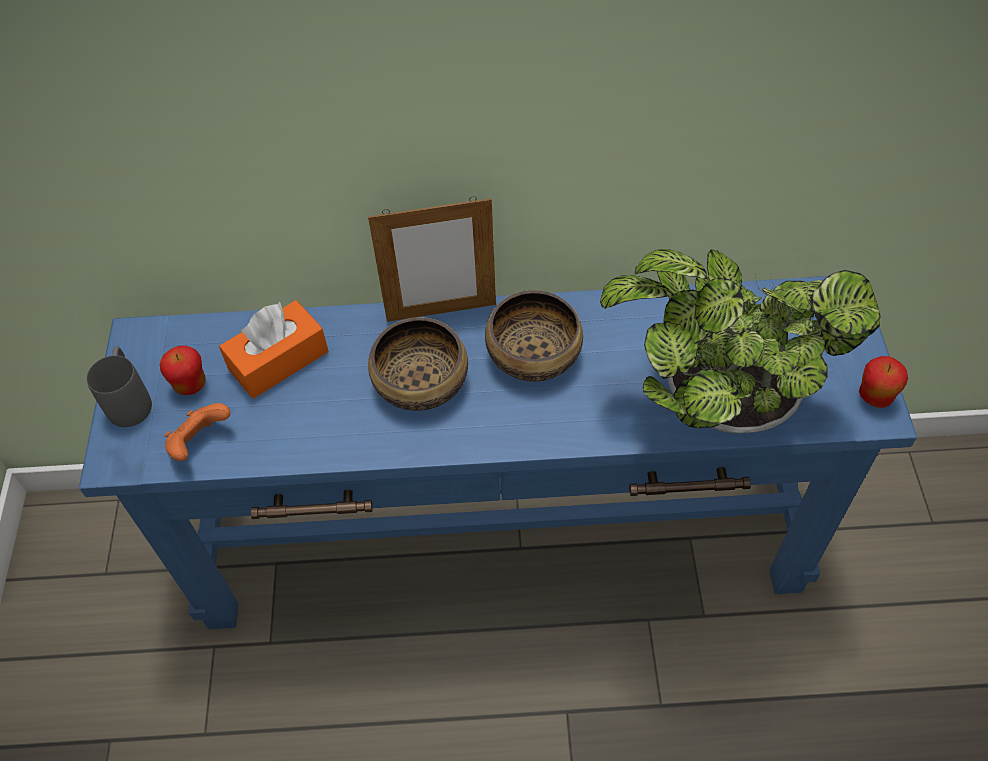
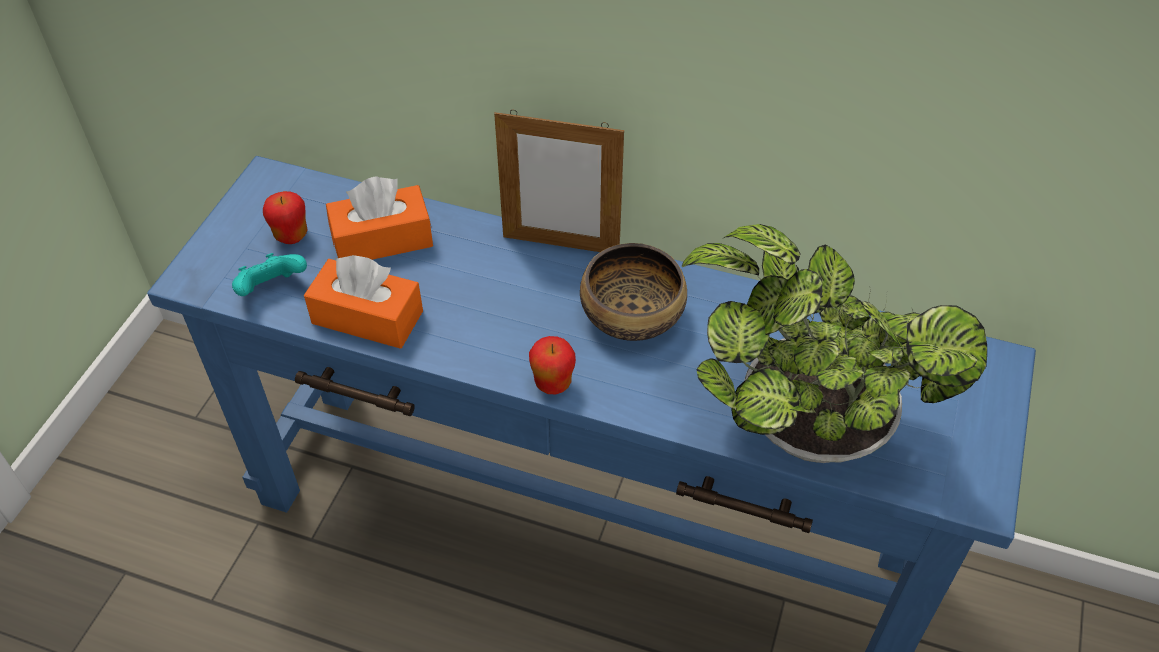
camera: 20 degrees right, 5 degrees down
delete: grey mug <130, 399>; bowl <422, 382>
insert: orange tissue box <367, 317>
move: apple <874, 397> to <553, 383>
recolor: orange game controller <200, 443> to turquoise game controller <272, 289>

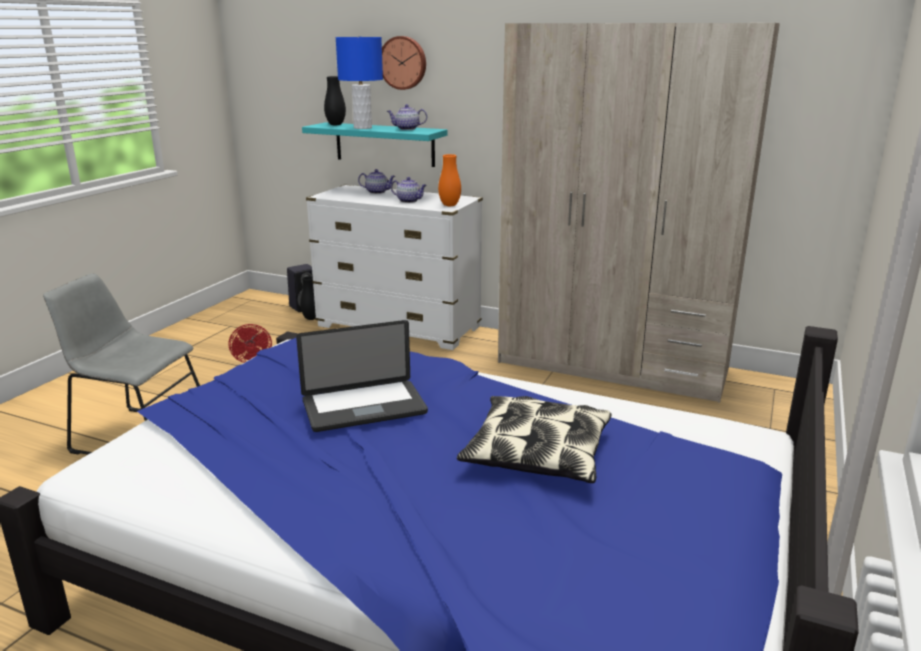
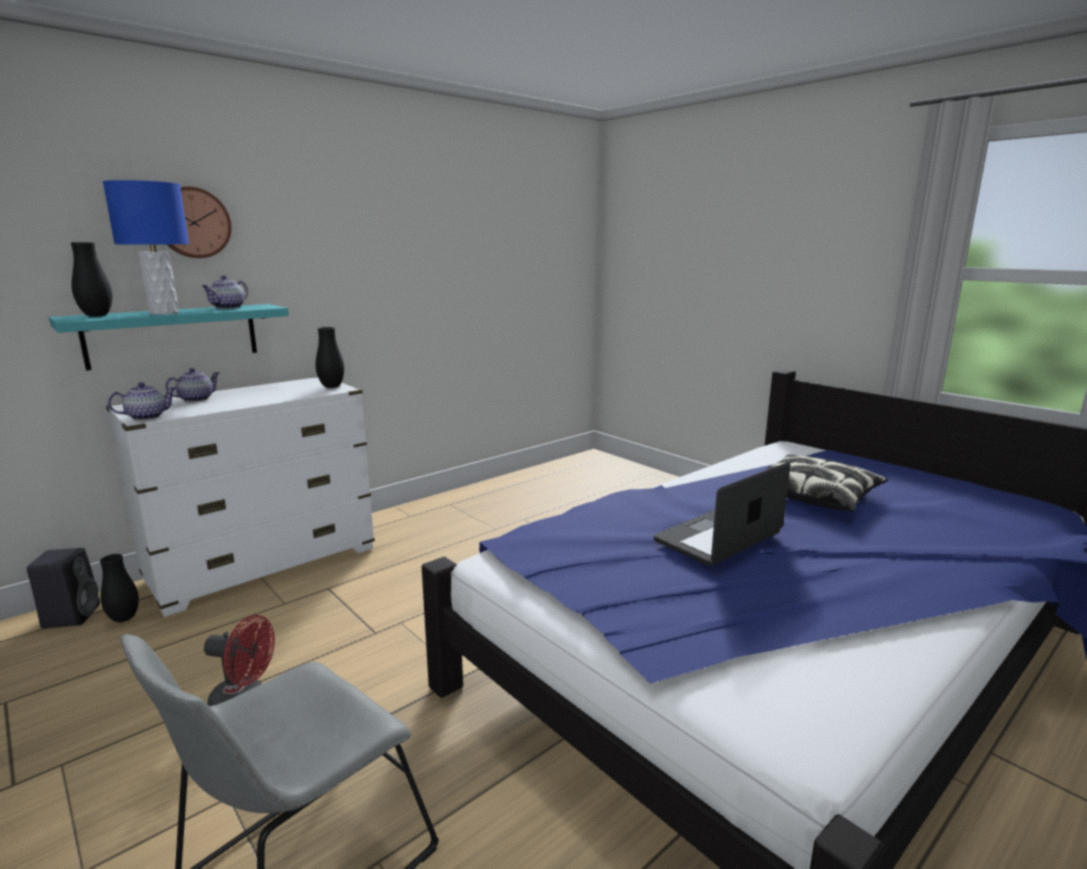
camera: 65 degrees left, 5 degrees down
delete: beige wardrobe <612, 365>
move: teapot <409, 201> to <147, 417>
recolor: orange vase <449, 205> to black vase <331, 387>
rotate: laptop <364, 407> = <718, 537> 135 degrees counterclockwise

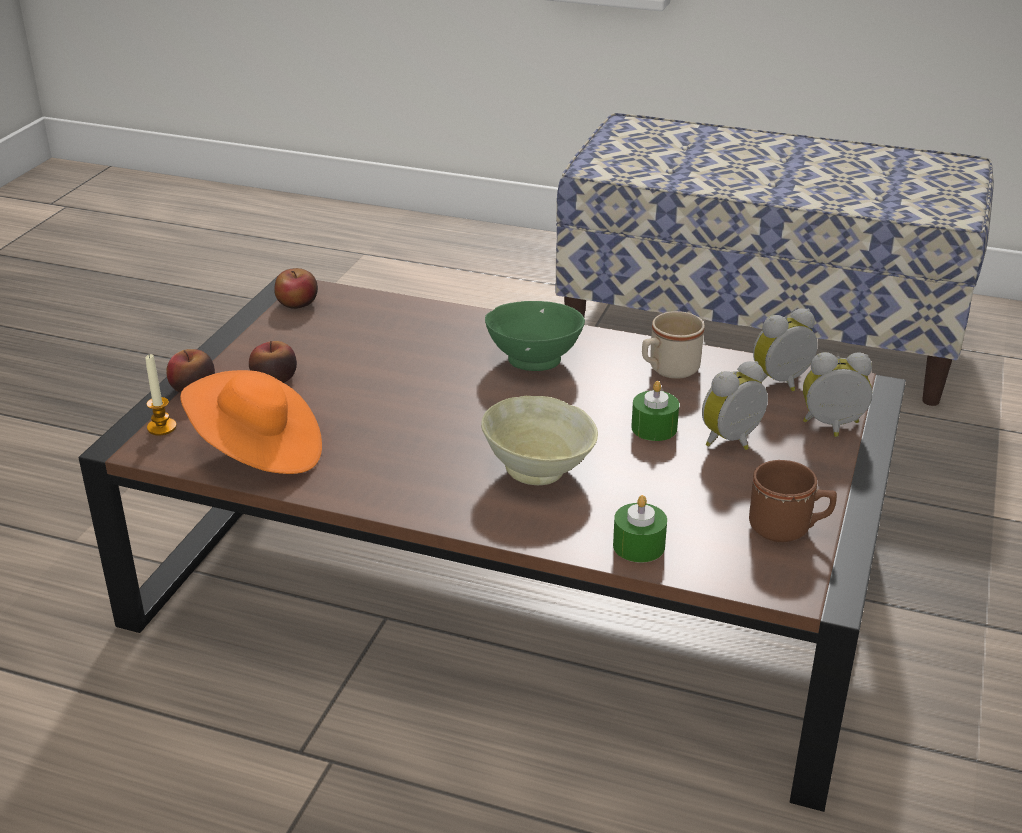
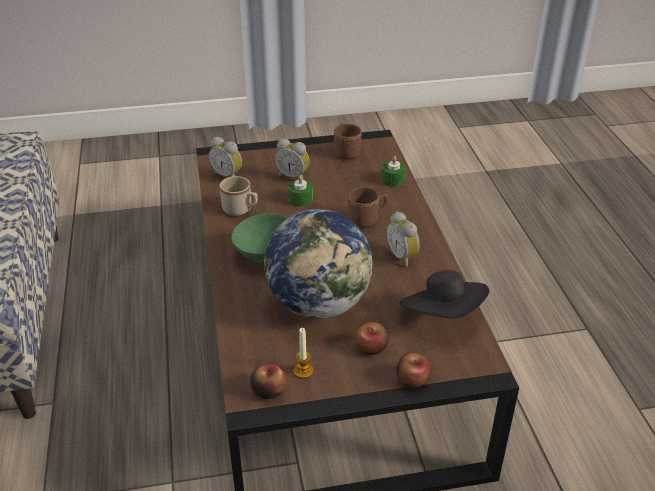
camera: 120 degrees left, 5 degrees up
insert: globe <319, 304>
move: candle <161, 427> to <303, 371>; alarm clock <832, 427> to <403, 256>
replace: beige bowl <539, 471> to brown mug <367, 219>
recolor: orange hat <258, 452> to black hat <443, 314>

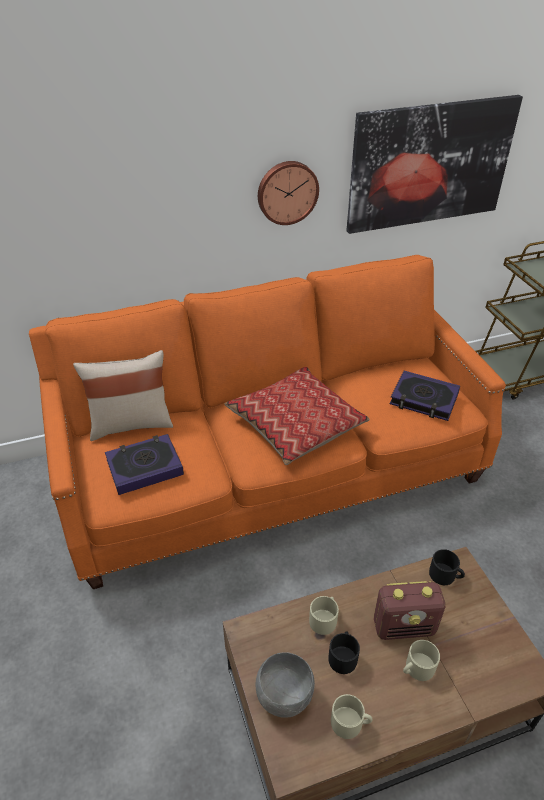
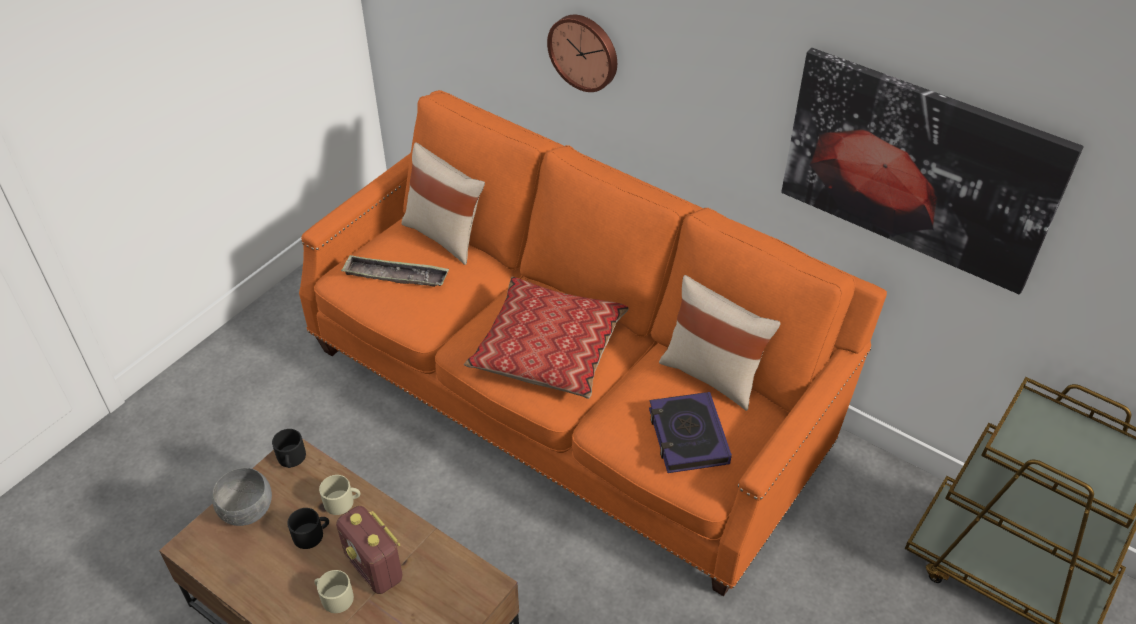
camera: 55 degrees right, 5 degrees up
delete: beige mug <350, 723>
insert: beige pillow <712, 375>
move: wall clock <287, 192> to <584, 51>; black mug <445, 575> to <291, 459>
replace: book <144, 467> to tray <395, 276>

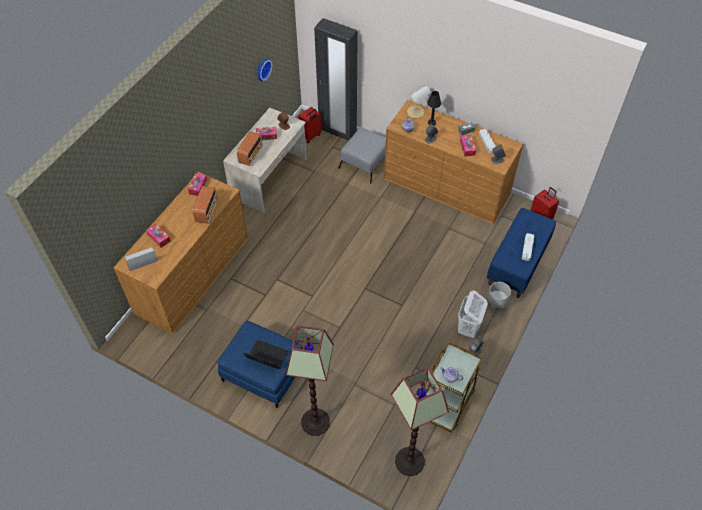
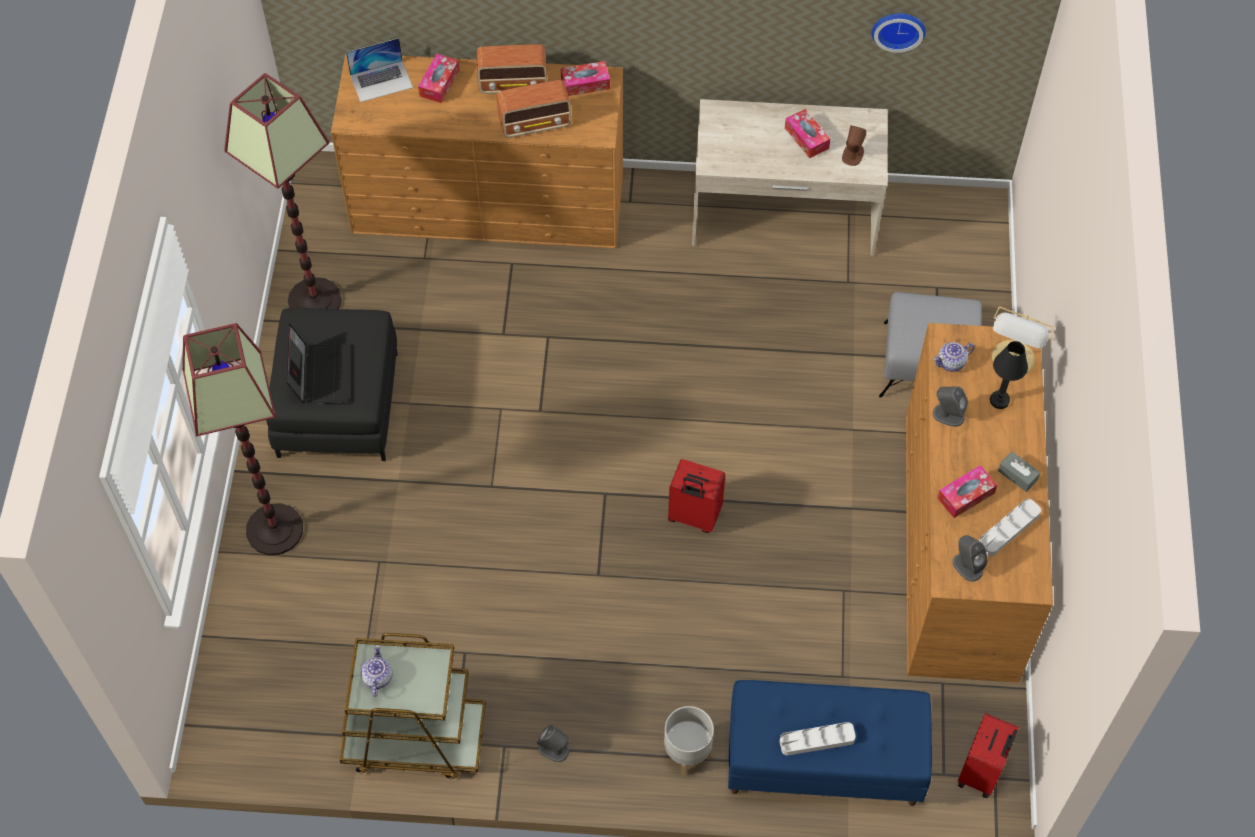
camera: 65 degrees right, 5 degrees up
delete: black wardrobe <337, 131>; white laundry basket <468, 328>
move: radio <251, 155> to <514, 84>; red suitcase <310, 136> to <693, 517>; floor lamp <409, 461> to <315, 300>
recolor: blue ottoman <263, 372> to black ottoman <337, 404>
rotate: laptop <141, 259> = <381, 81> 120 degrees clockwise

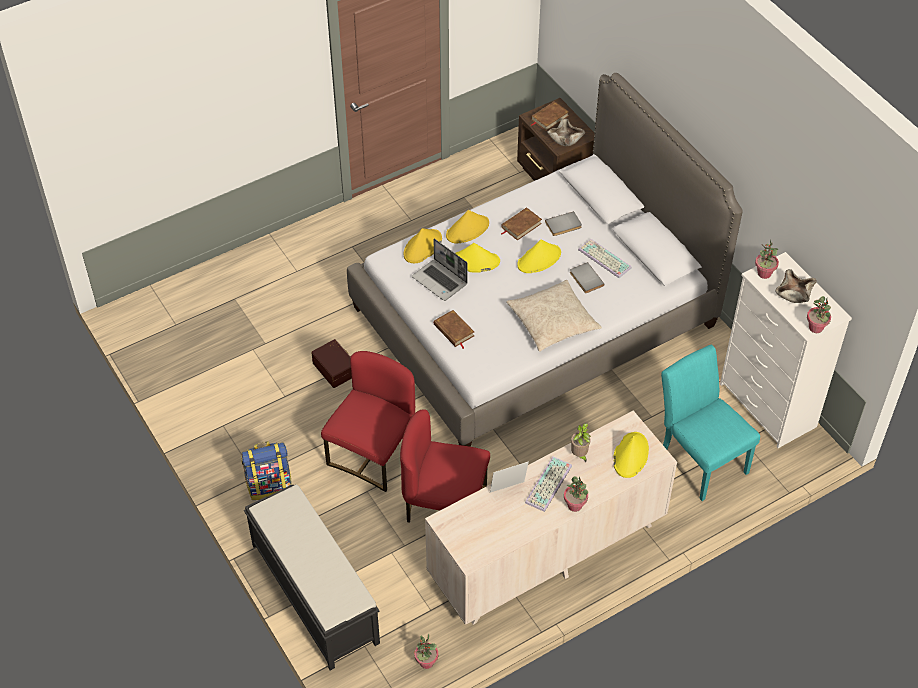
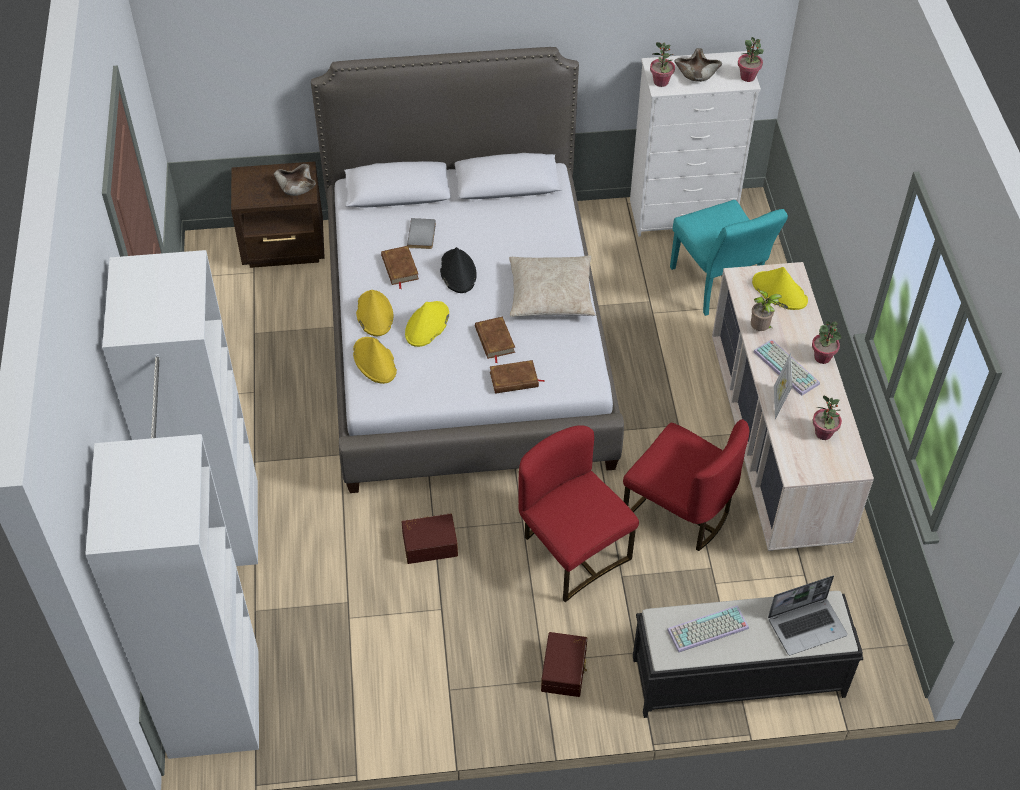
camera: 65 degrees left, 0 degrees up
delete: grey book <585, 279>
insert: white wardrobe <216, 609>
move: laptop <440, 281> to <807, 626>; potted plant <426, 662> to <823, 433>; brown book <549, 118> to <494, 340>; keyboard <603, 259> to <707, 630>
replace: backpack <269, 485> to brown storage box <565, 670>
recolor: yellow hat <539, 259> to black hat <457, 272>
rotate: red chair <445, 507> = <678, 512> 90 degrees counterclockwise; turquoise chair <699, 458> = <718, 287> 105 degrees counterclockwise

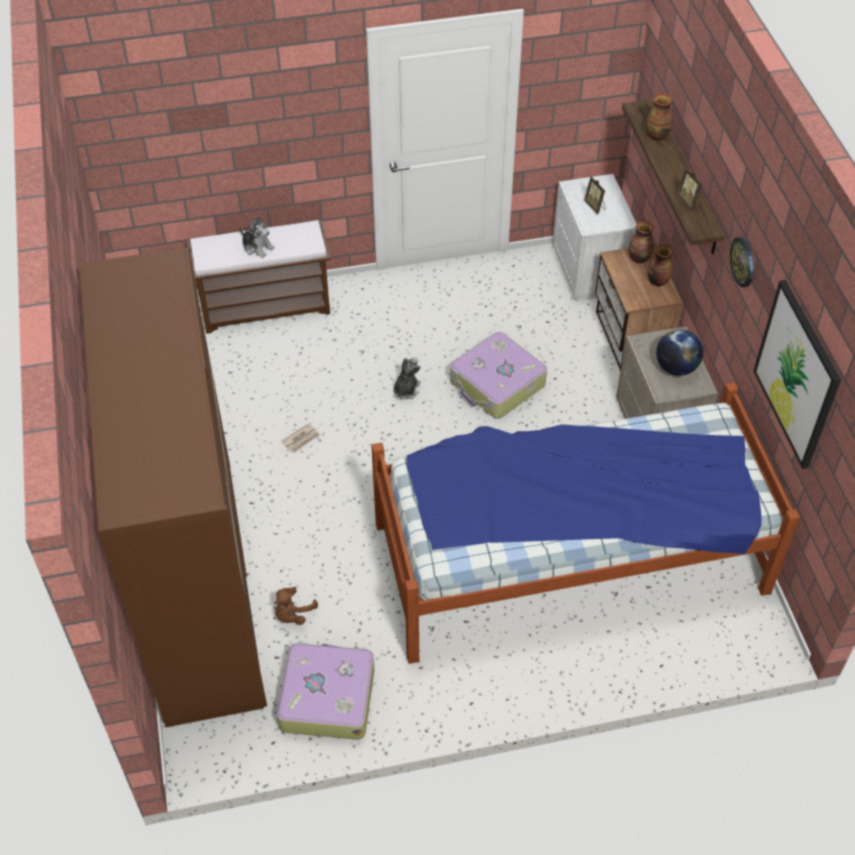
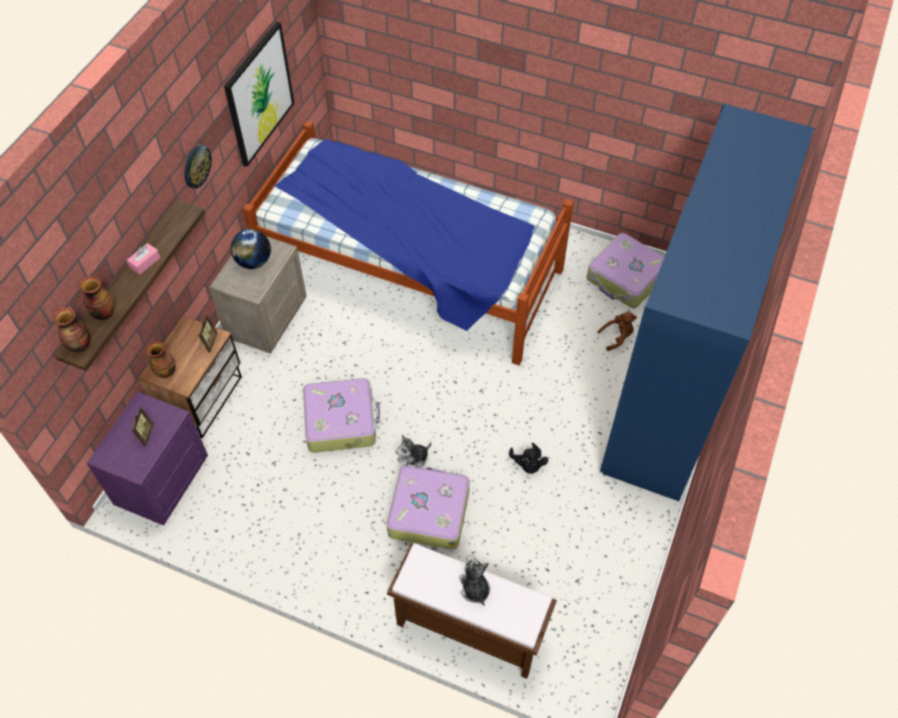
camera: 145 degrees left, 5 degrees up
insert: pink tissue box <145, 262>; suitcase <428, 511>
move: vase <657, 281> to <80, 346>; picture frame <689, 202> to <208, 342>
replace: newspaper <301, 439> to black plush toy <528, 464>
recolor: brown wardrobe <200, 587> to blue wardrobe <672, 389>; white nightstand <590, 271> to purple nightstand <161, 481>

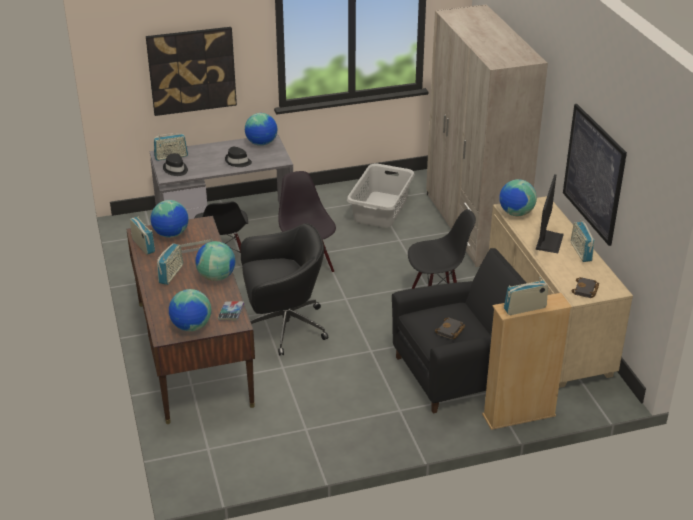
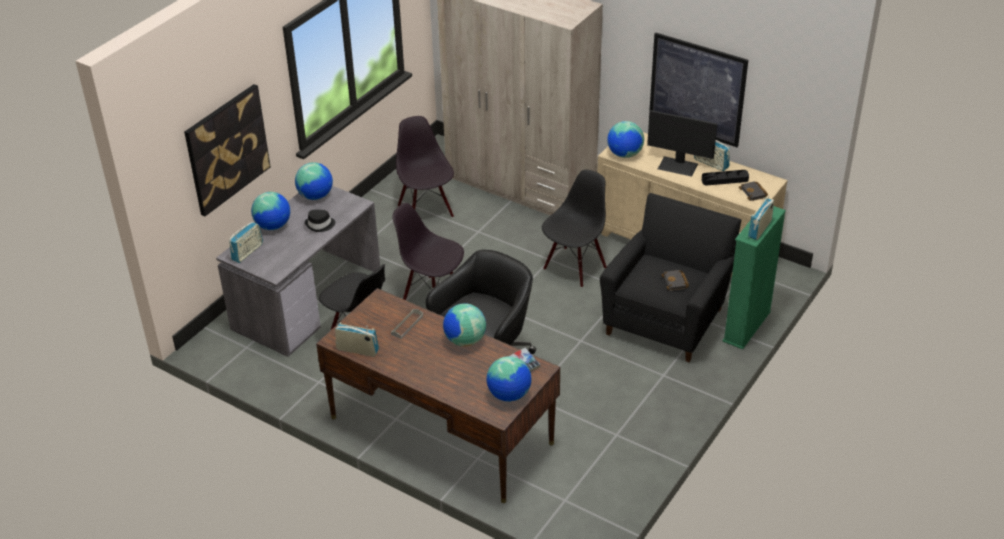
camera: 40 degrees left, 5 degrees up
delete: radio <171, 274>; black hat <175, 169>
insert: black tray <725, 180>
move: globe <171, 234> to <273, 226>
replace: grey laundry basket <381, 209> to black chair <426, 211>
recolor: beige bookcase <519, 415> to green bookcase <747, 326>
rotate: monitor <548, 241> = <678, 166> 135 degrees clockwise

